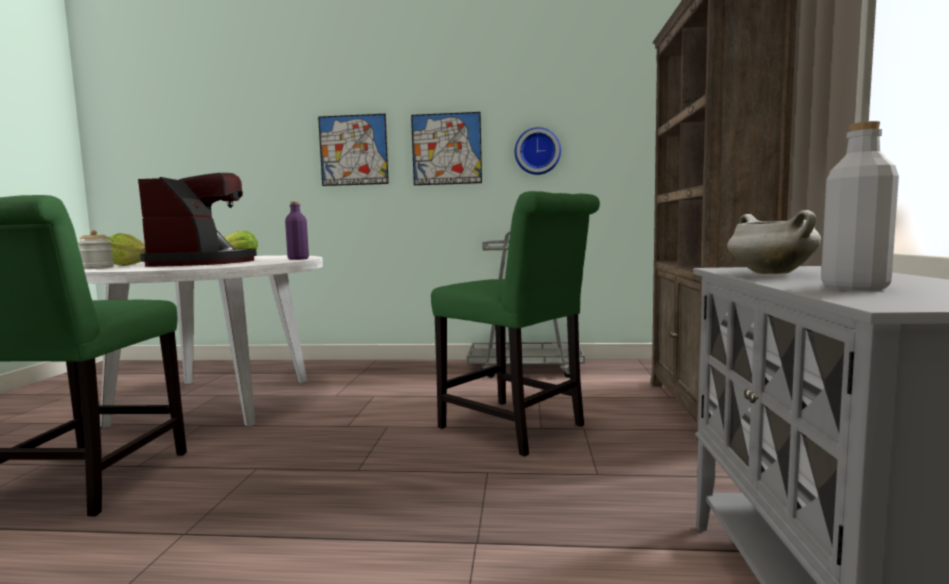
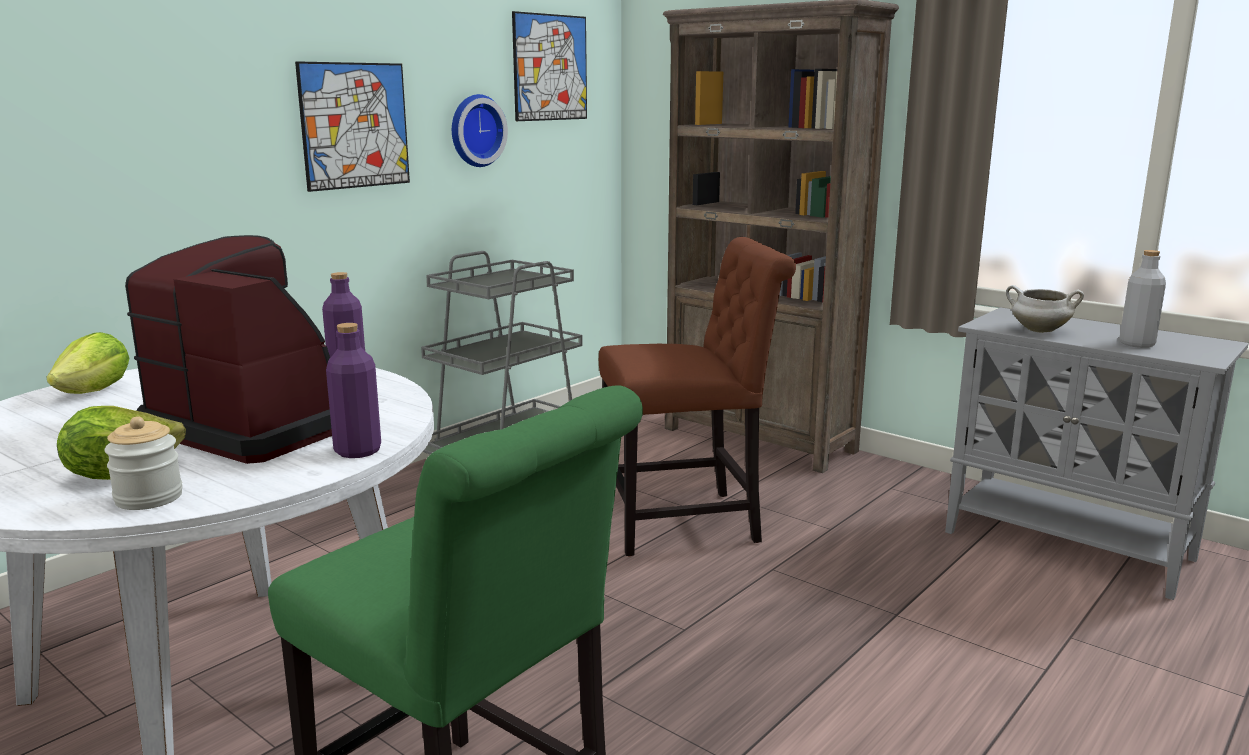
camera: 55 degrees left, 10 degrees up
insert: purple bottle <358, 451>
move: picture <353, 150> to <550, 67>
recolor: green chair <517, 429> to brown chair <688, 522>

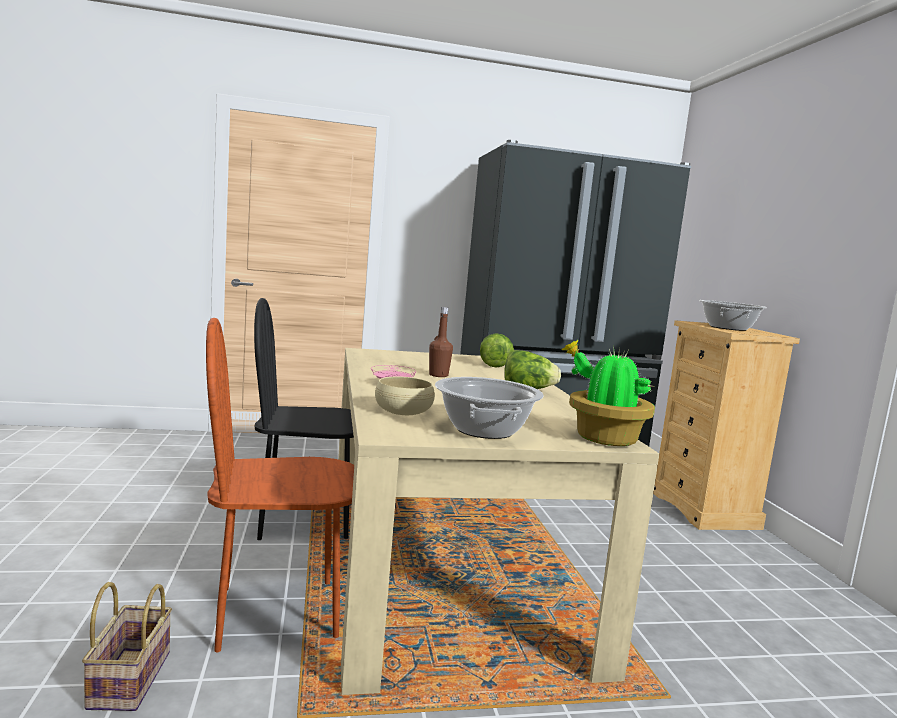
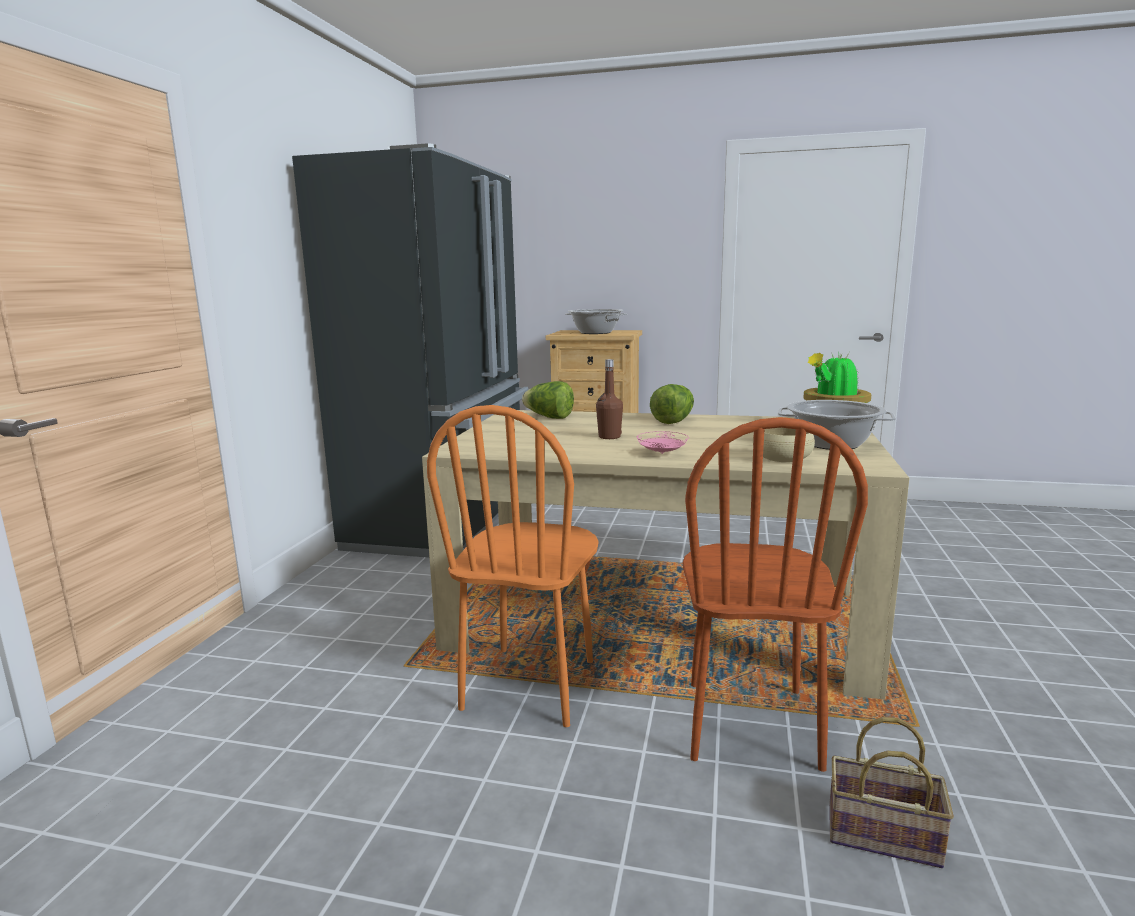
camera: 65 degrees left, 5 degrees up
recolor: black chair <305, 522> to orange chair <530, 685>

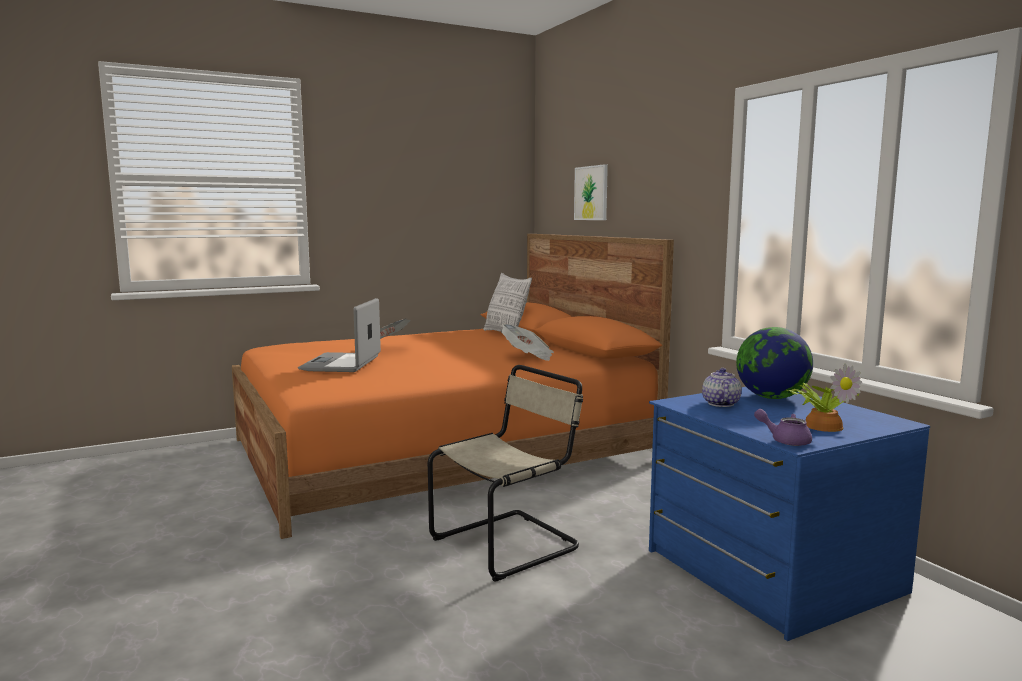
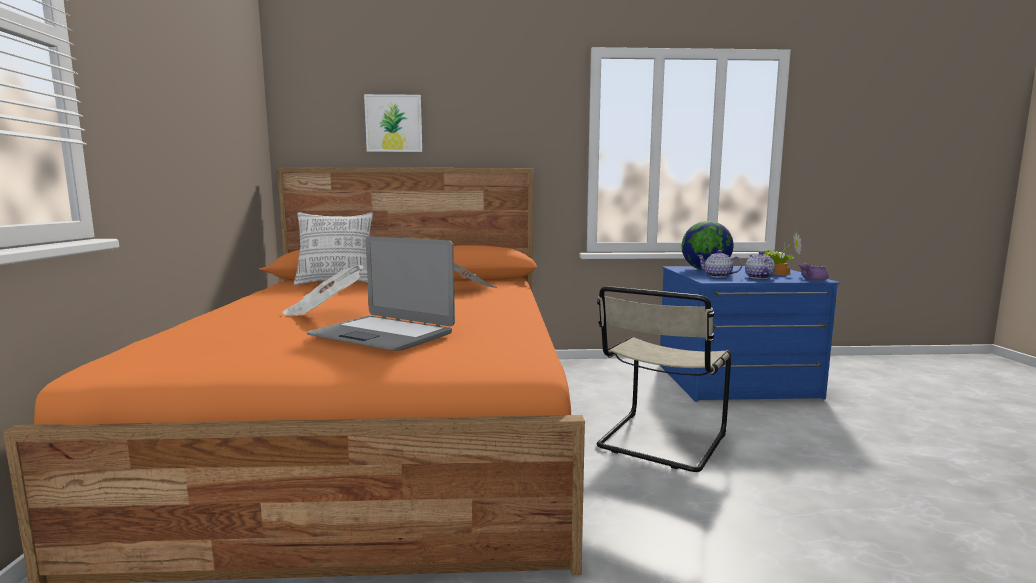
camera: 65 degrees left, 0 degrees up
insert: teapot <758, 277>
rotate: beige chair <509, 543> = <660, 442> 135 degrees counterclockwise

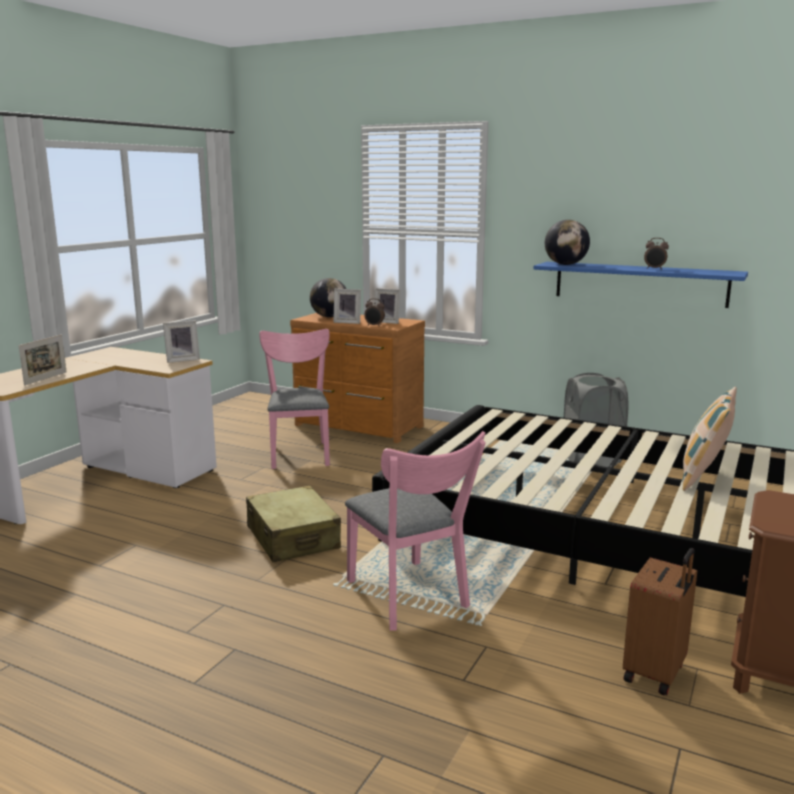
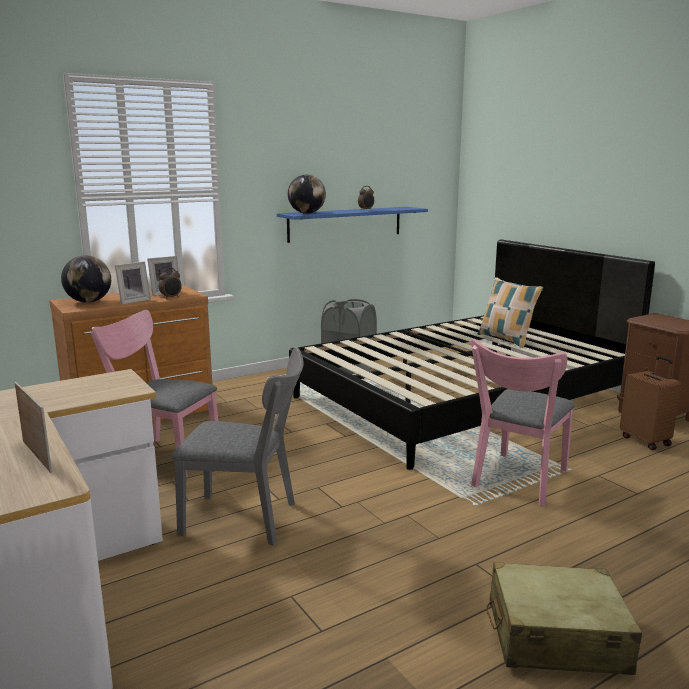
camera: 60 degrees left, 0 degrees up
delete: picture frame <182, 359>
insert: grey chair <248, 519>
move: beige suitcase <293, 538> to <555, 637>
rotate: pink chair <410, 598> = <518, 482> 120 degrees clockwise

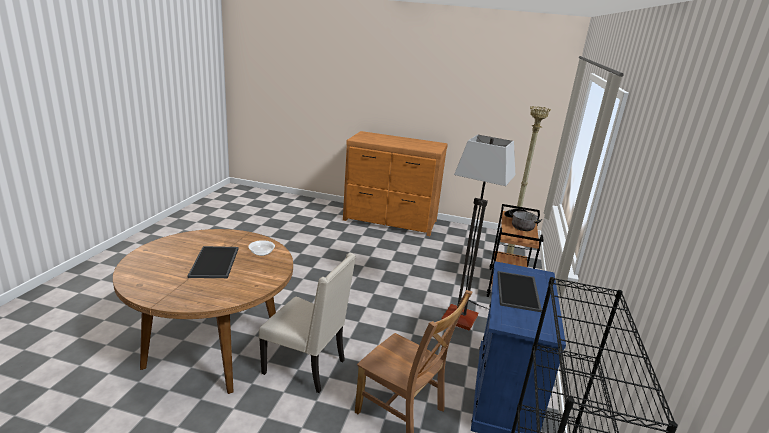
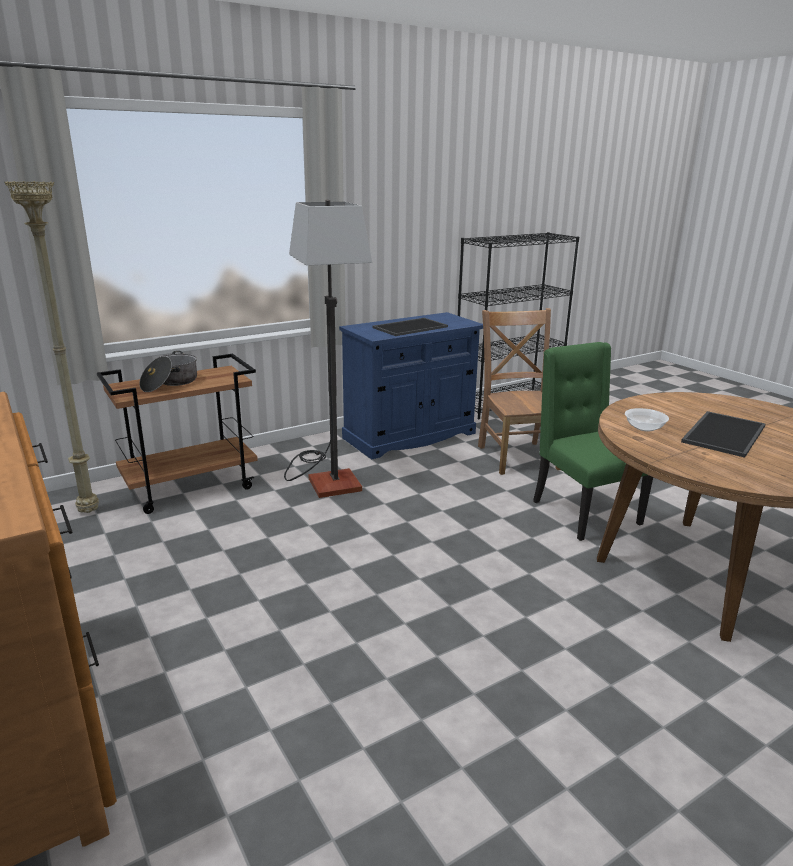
camera: 135 degrees left, 0 degrees up
recolor: beige chair <306, 367> to green chair <582, 512>

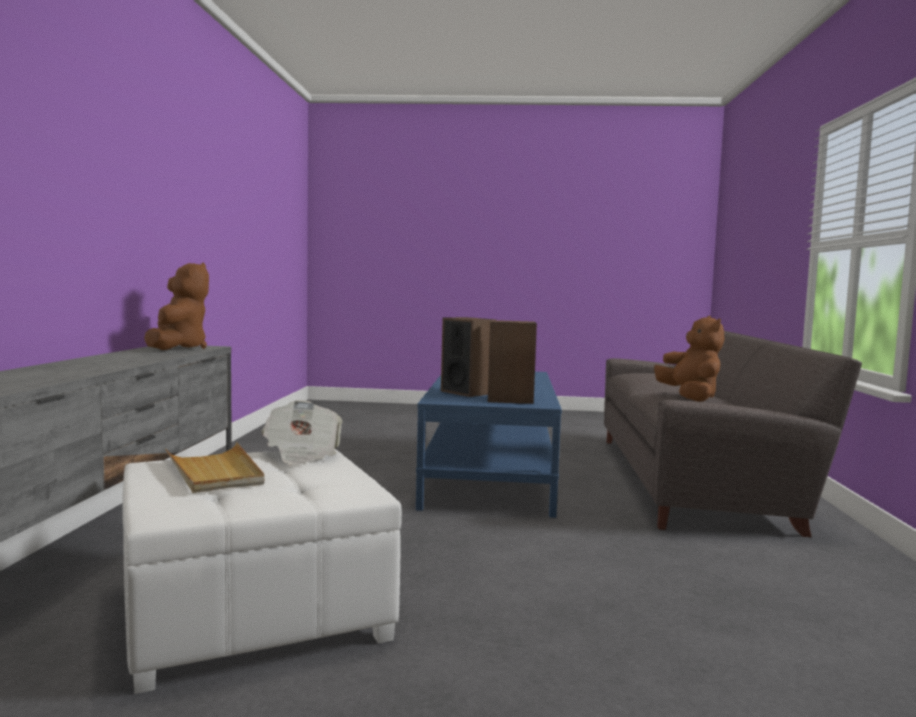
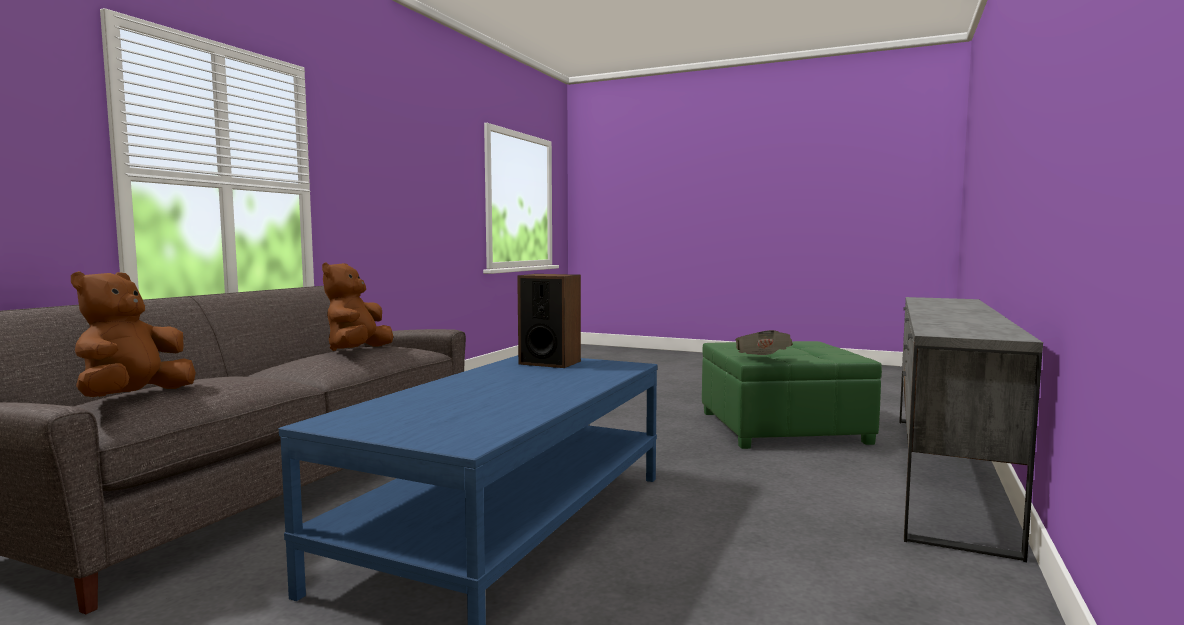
camera: 160 degrees left, 0 degrees up
delete: beige tray <214, 472>; speaker <467, 392>
move: brown plush toy <177, 348> to <133, 397>
recolor: white ottoman <251, 610> to green ottoman <783, 427>

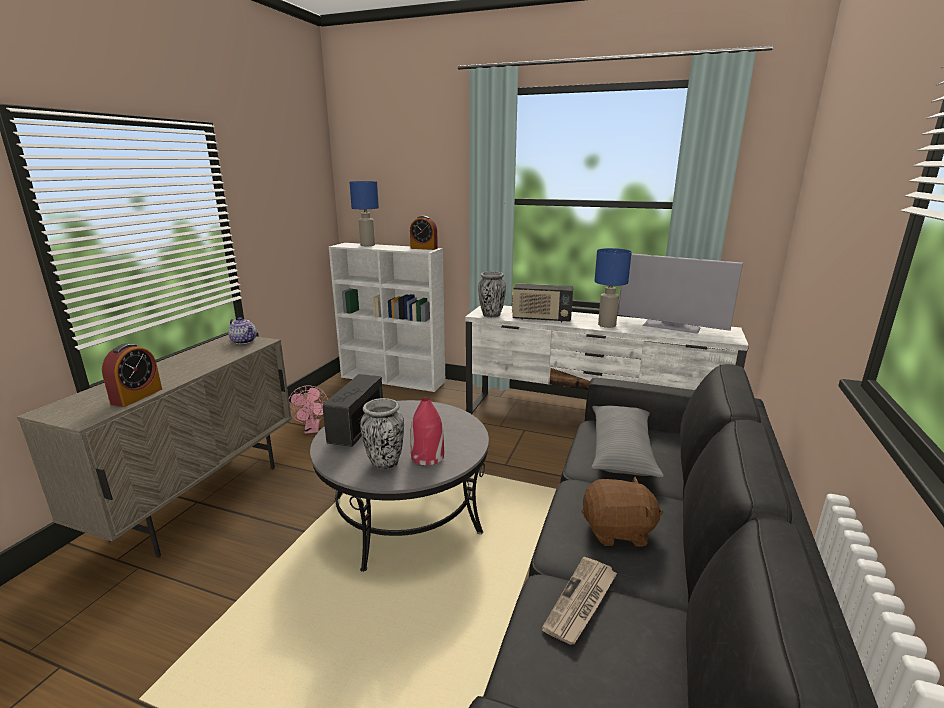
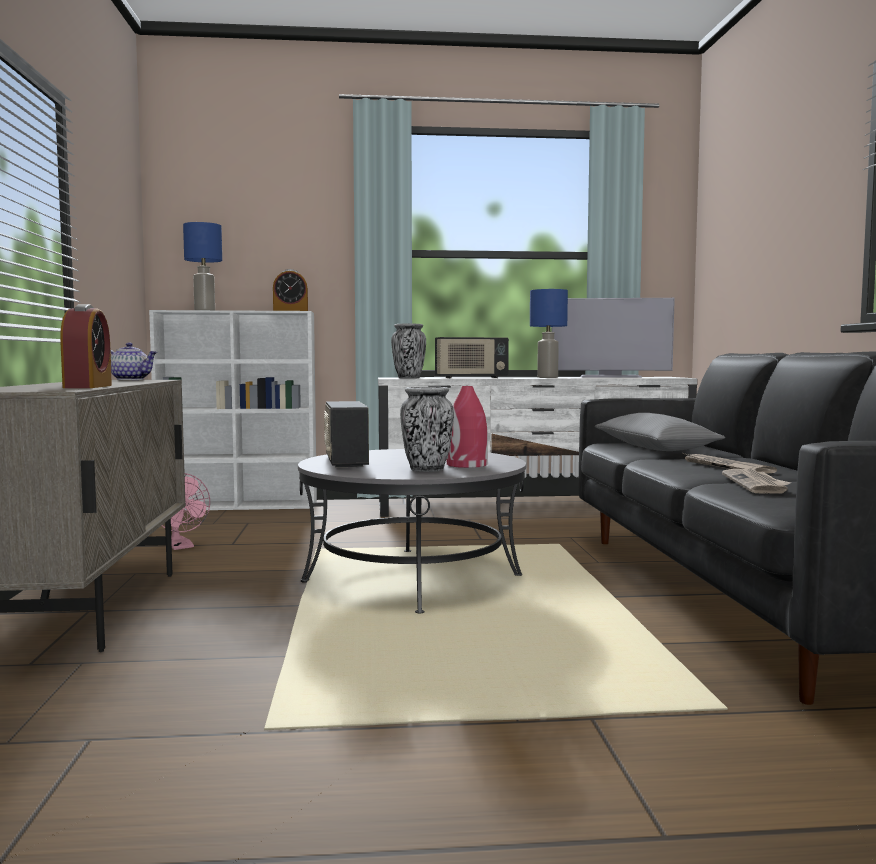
camera: 25 degrees left, 15 degrees down
replace: brown plush toy <617, 531> to newspaper <724, 467>

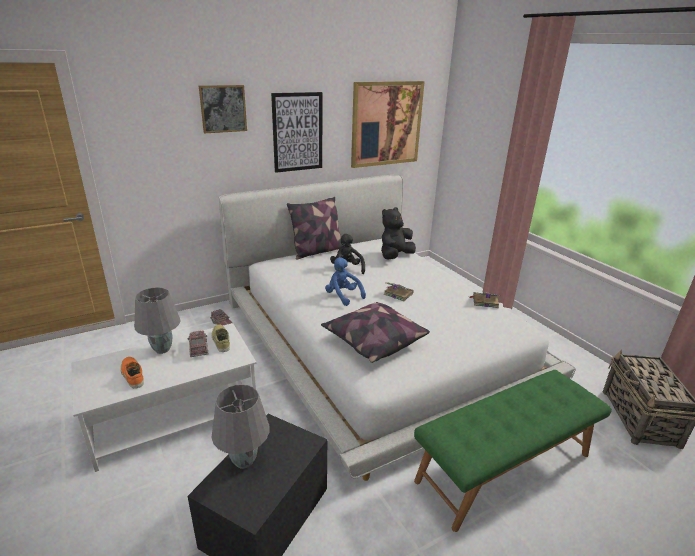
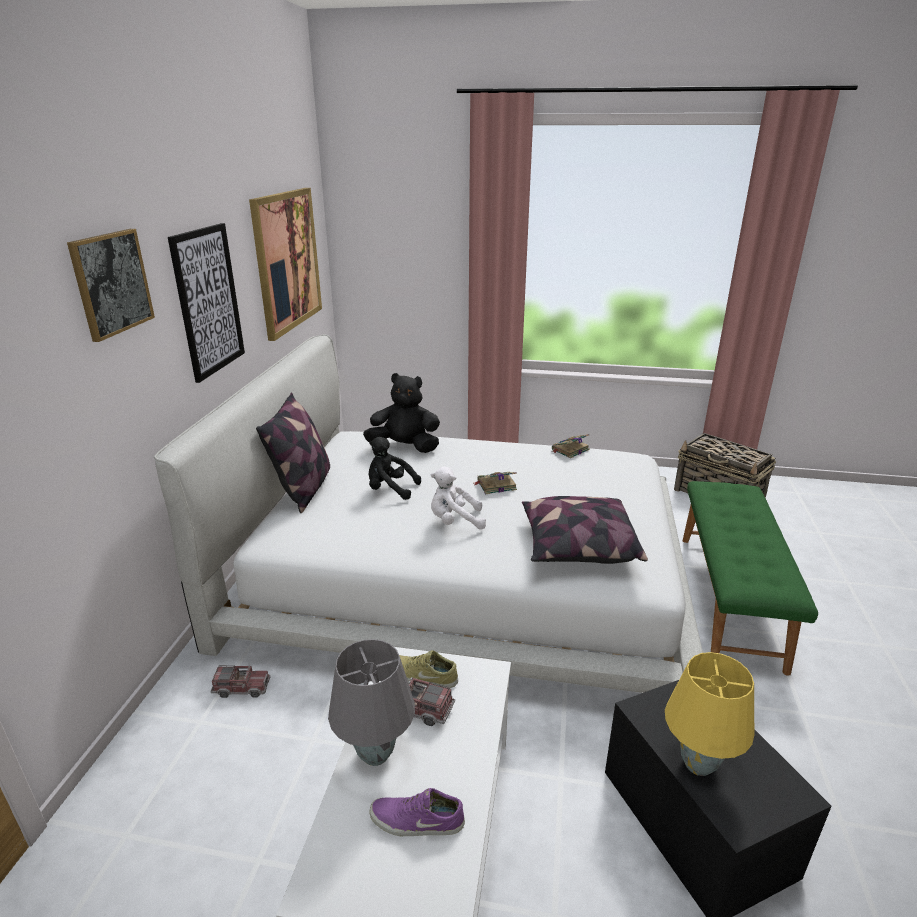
camera: 50 degrees left, 0 degrees up
recolor: orange shoe <132, 375> to purple shoe <417, 822>; grey table lamp <244, 461> to yellow table lamp <697, 764>; blue plush toy <343, 296> to white plush toy <454, 521>
rotate: black plush toy <395, 256> = <405, 447> 105 degrees clockwise

